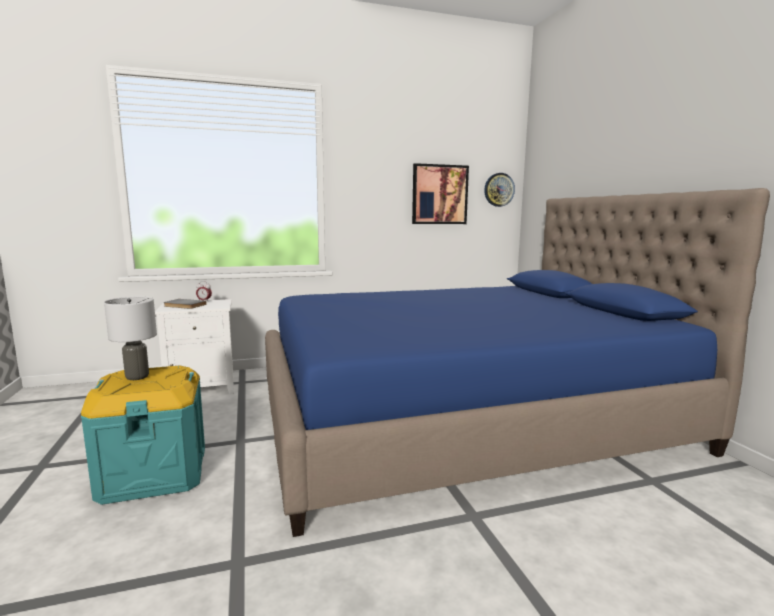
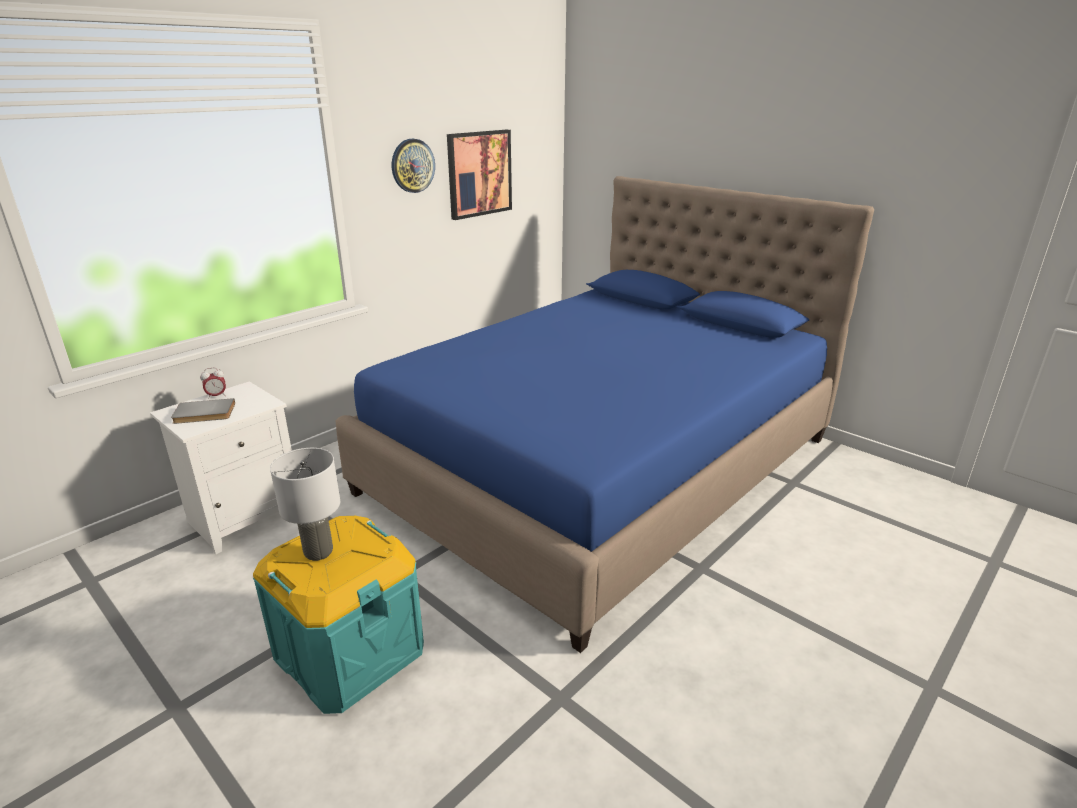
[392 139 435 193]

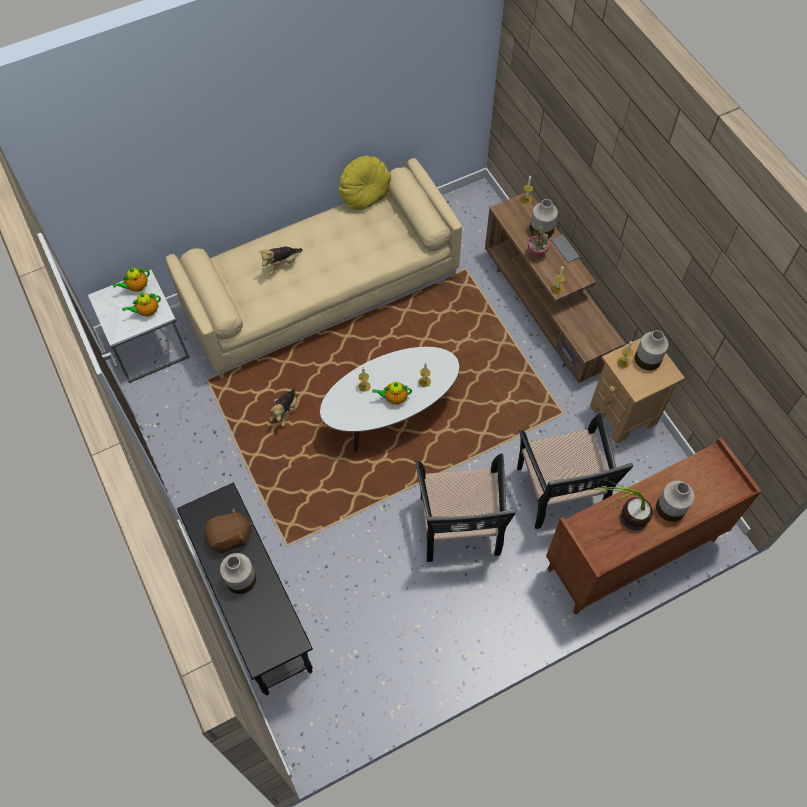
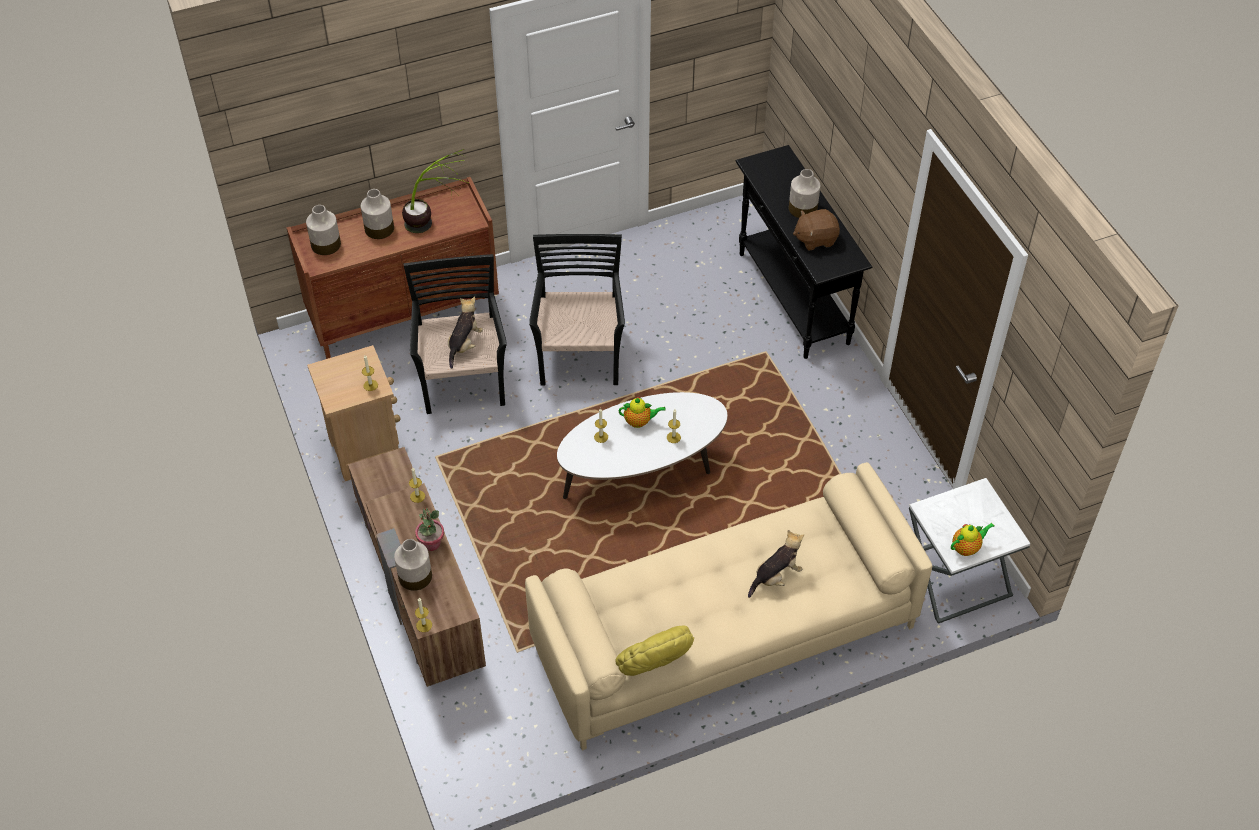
[306 205 341 255]
[448 297 483 369]
[122 293 161 316] (first image)

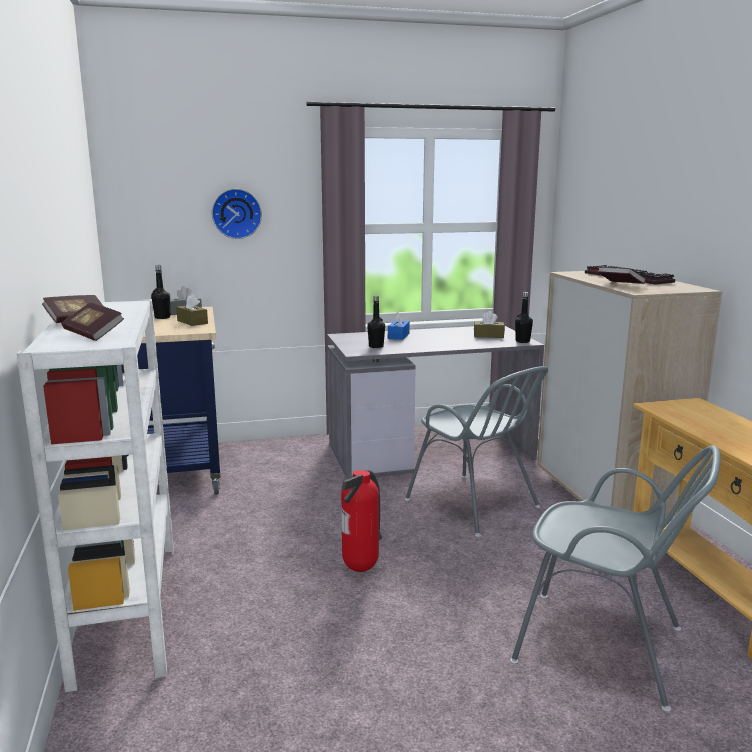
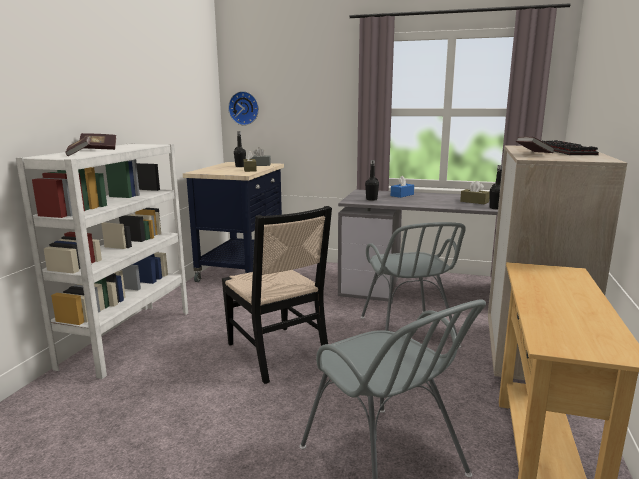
[222 206 332 384]
[228 91 259 126]

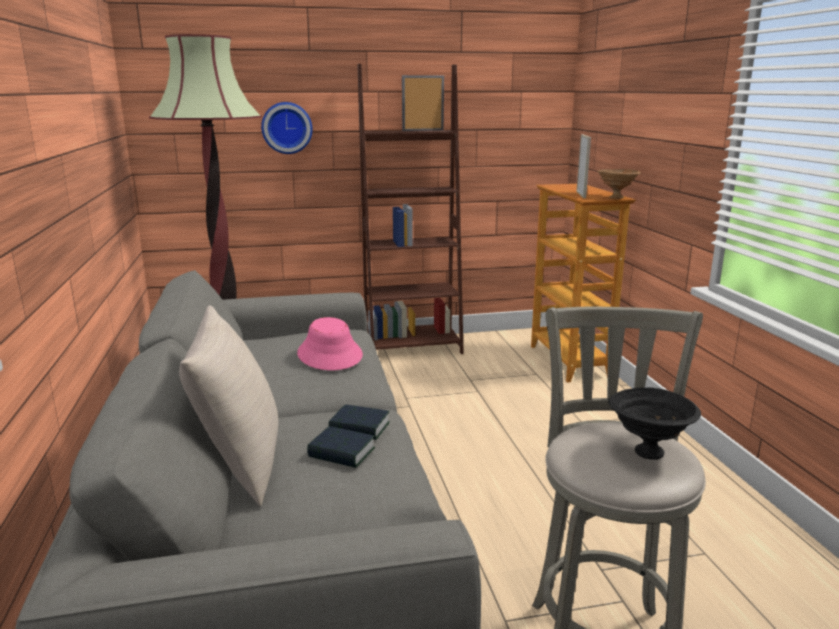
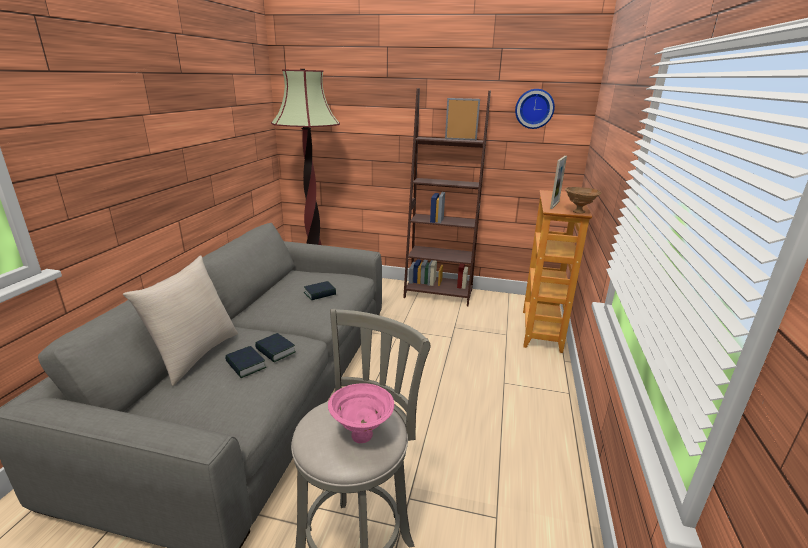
[304 281 336 300]
[328 383 394 444]
[515 89 555 129]

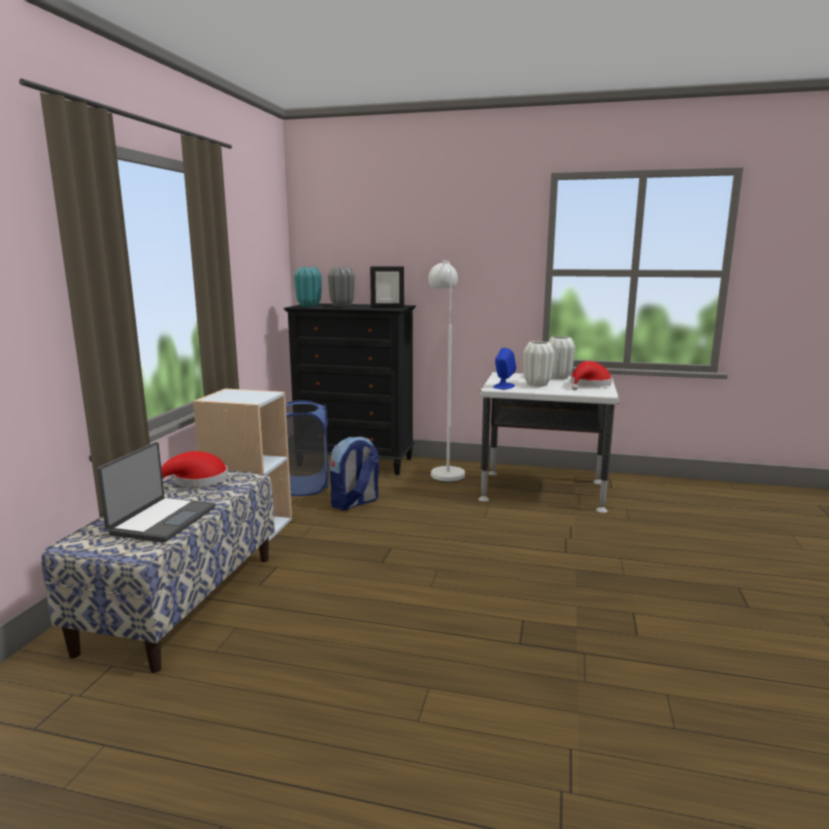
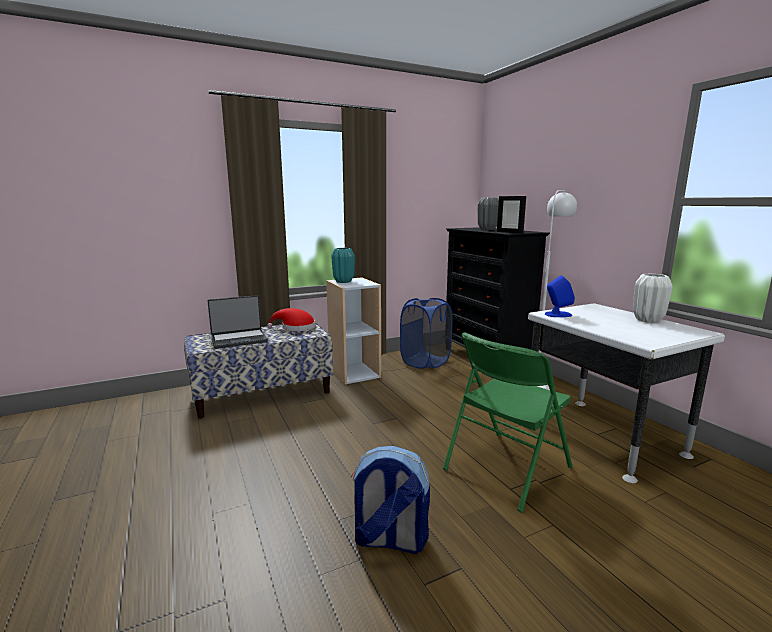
[331 248 355 283]
[351 446 430 554]
[443 332 573 513]
[523 341 555 387] (first image)
[571 361 612 390] (first image)

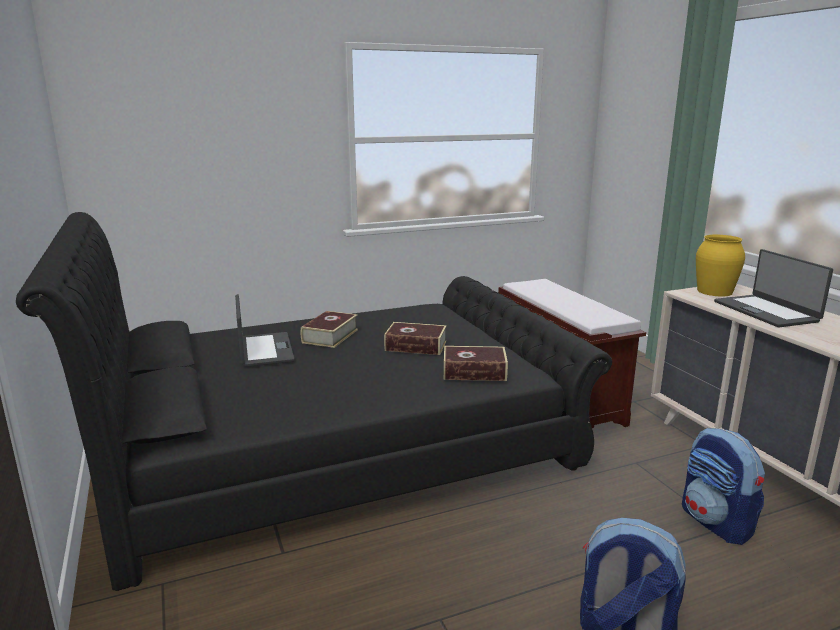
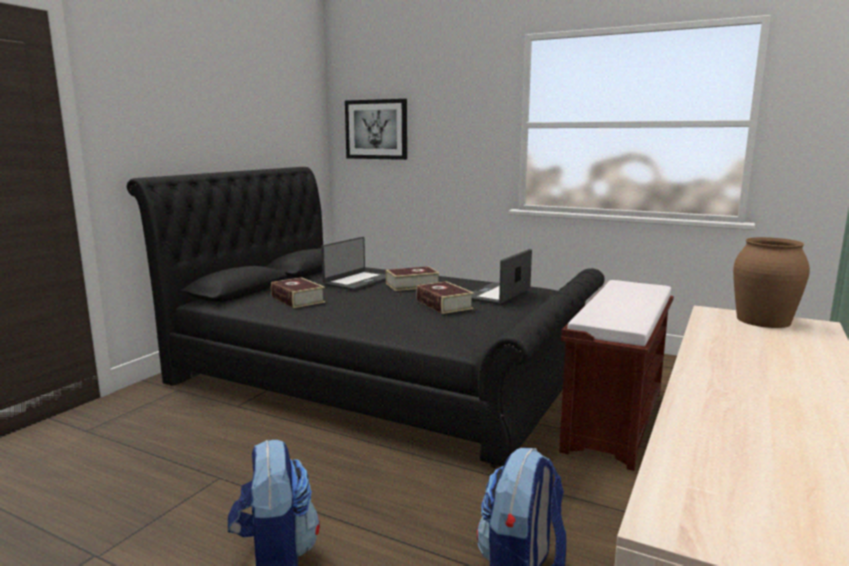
[271 277 325 308]
[345 99 407 160]
[471 249 532 305]
[733 237 810 328]

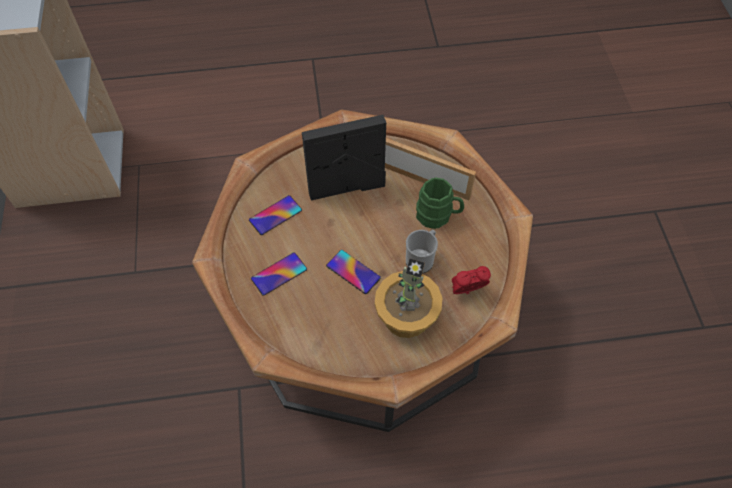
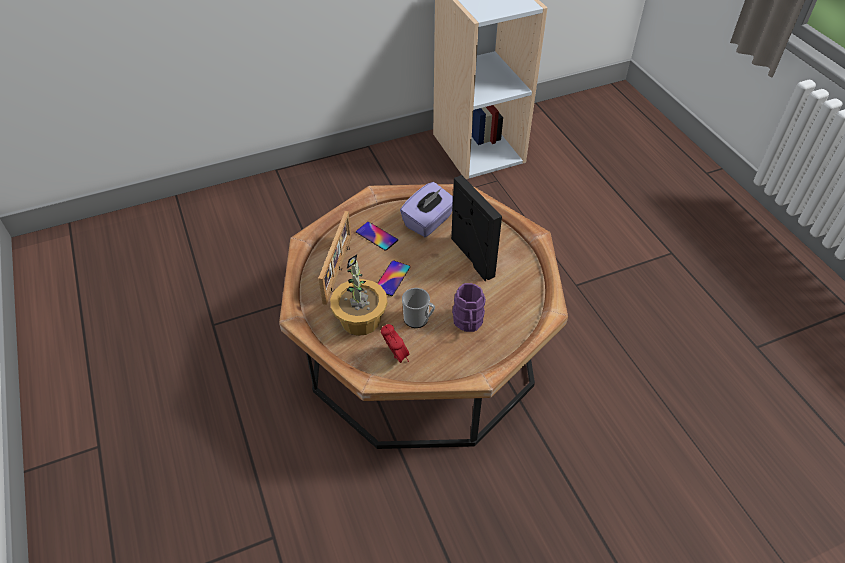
[318 211 352 305]
[400 182 453 237]
[452 283 486 332]

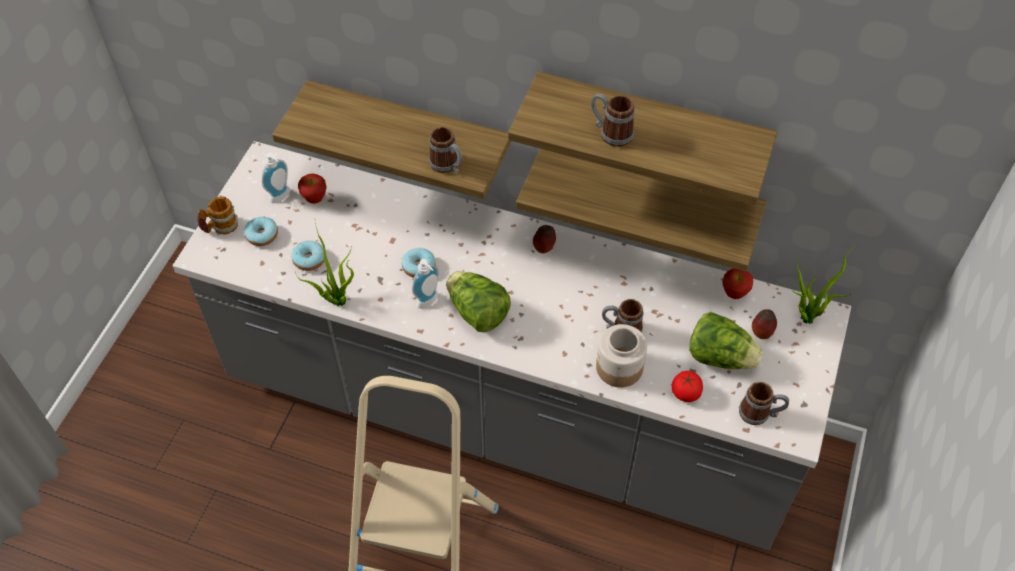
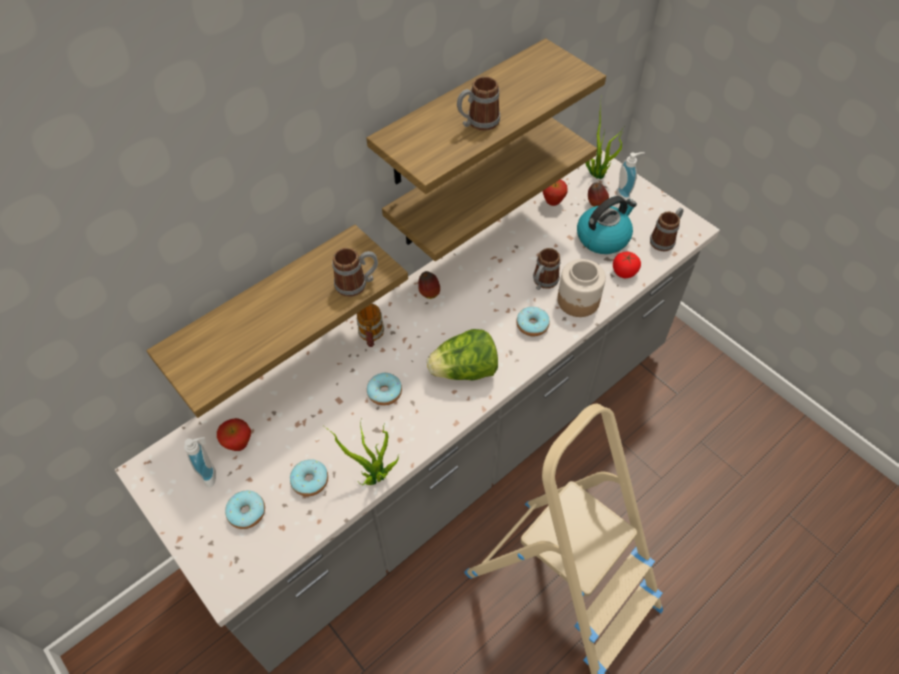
[357 304 384 347]
[516 307 550 336]
[577 196 637 254]
[616 152 644 201]

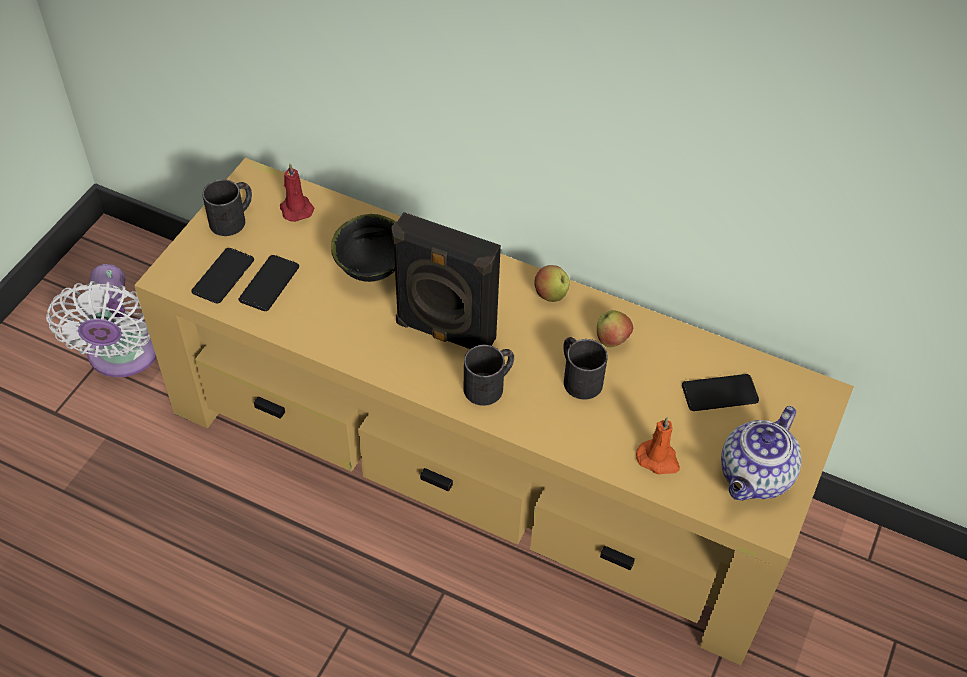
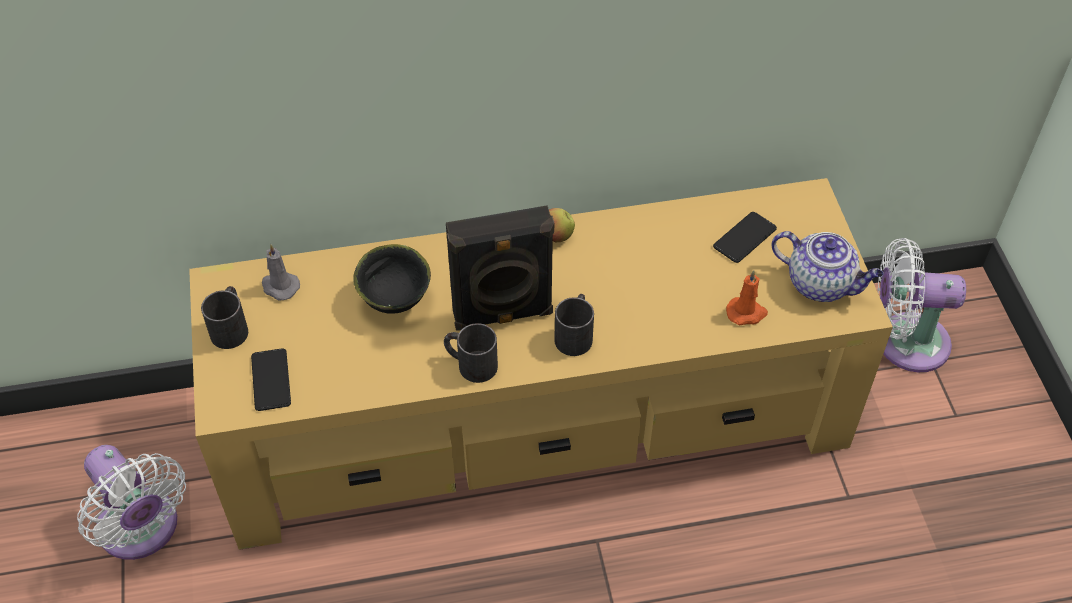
[262 244 300 300]
[444 323 498 383]
[772 231 884 302]
[878 238 966 372]
[239 255 299 311] (first image)
[597 310 633 347] (first image)

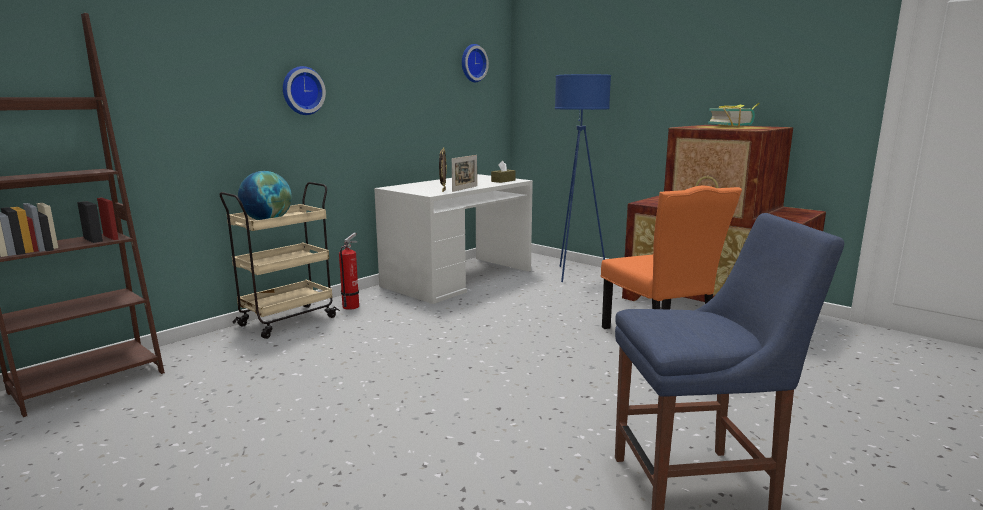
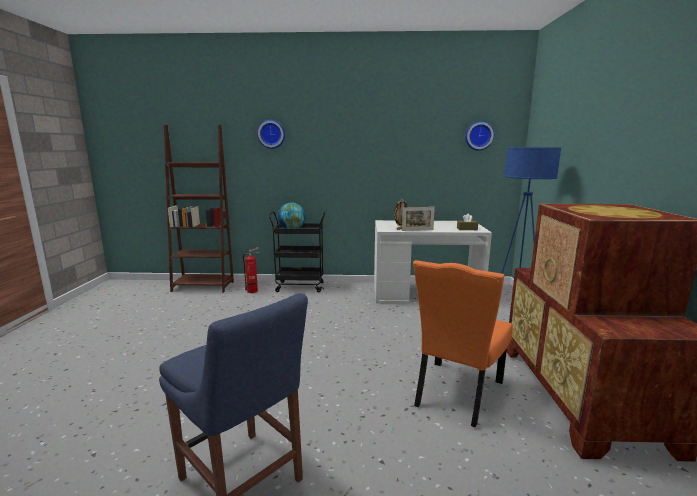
[243 247 260 293]
[257 119 285 149]
[269 211 325 293]
[708 103 760 127] (first image)

